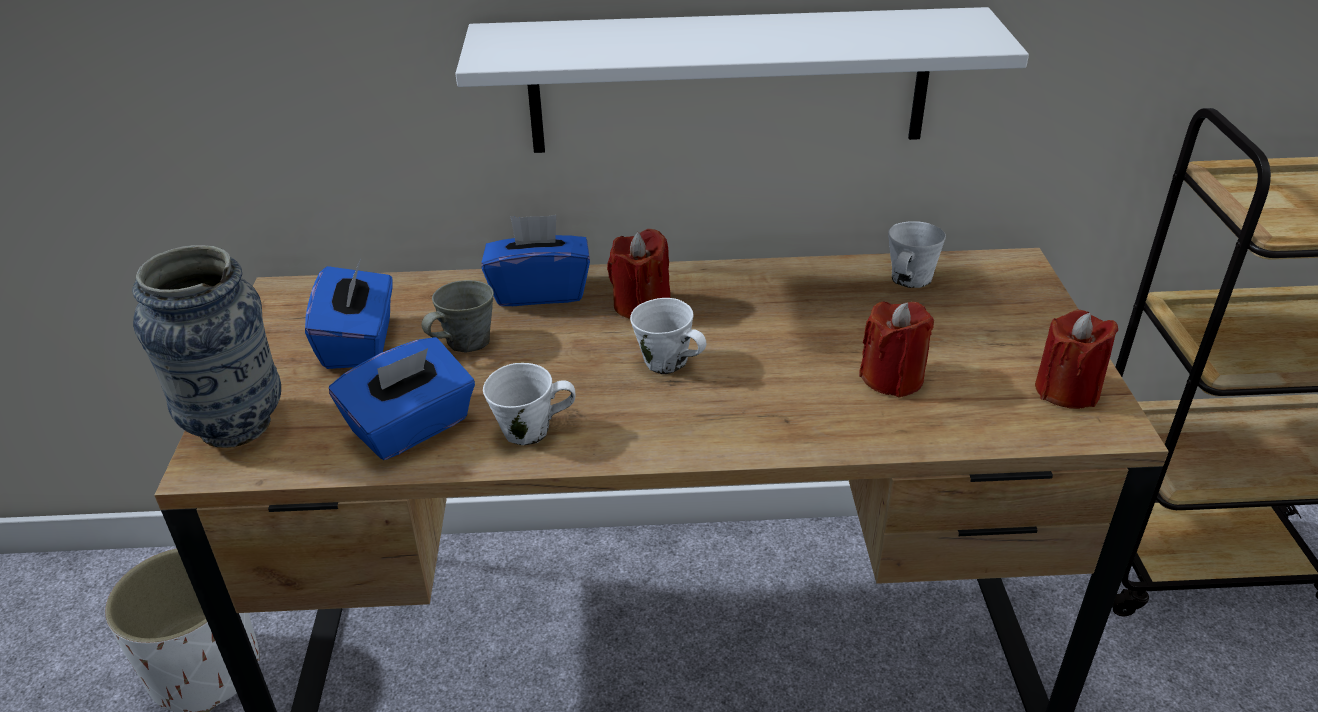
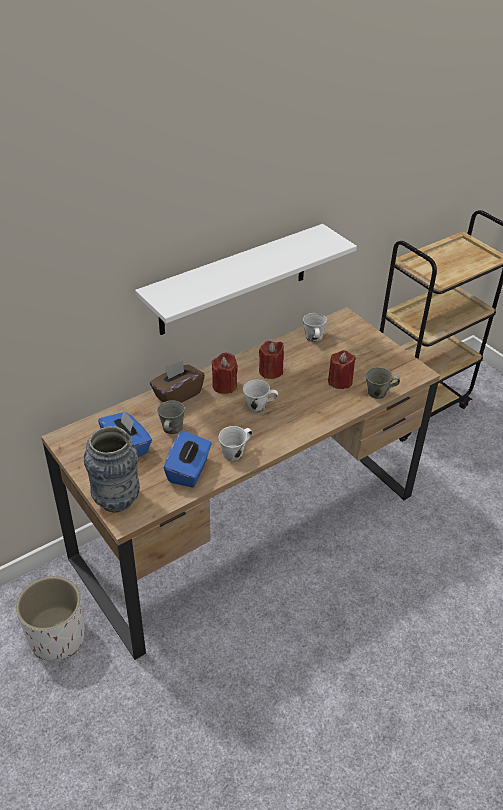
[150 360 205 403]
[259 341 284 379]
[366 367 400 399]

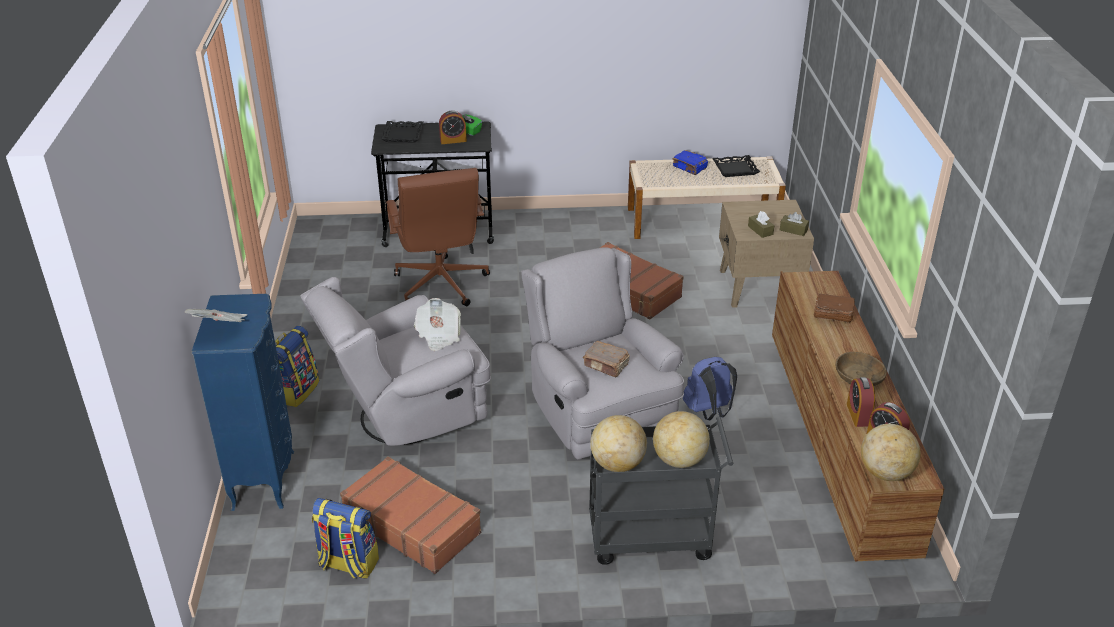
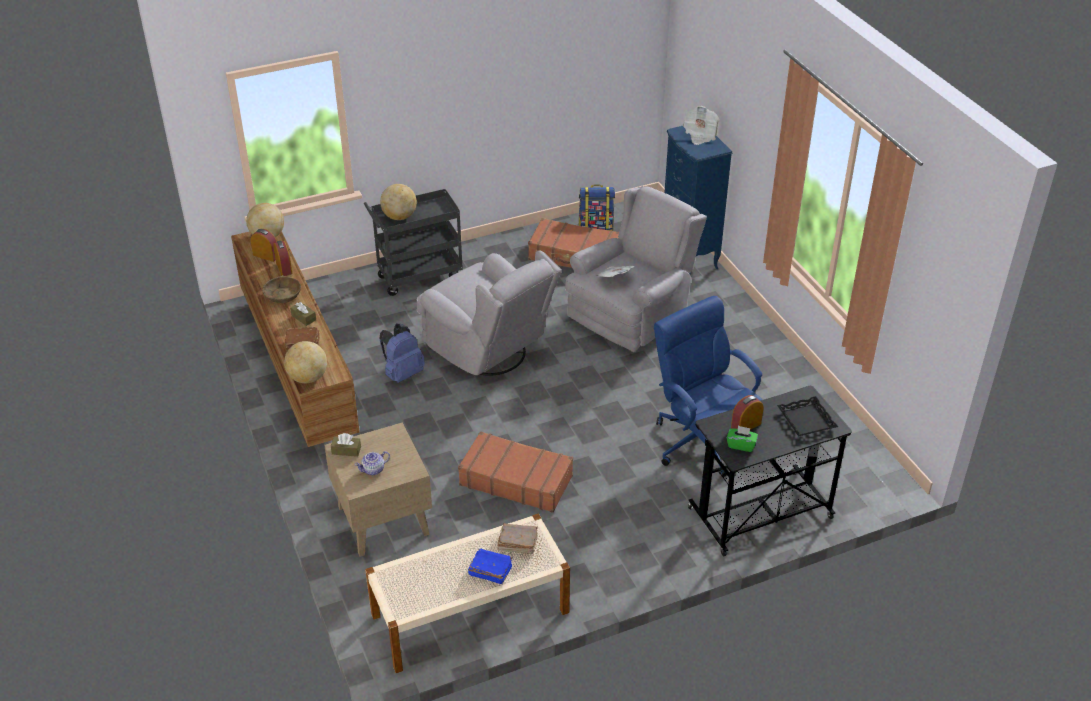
[284 341 327 383]
[290 302 316 326]
[354 451 390 475]
[497 523 538 554]
[654 296 762 477]
[275 326 319 407] (first image)
[712 155 760 177] (first image)

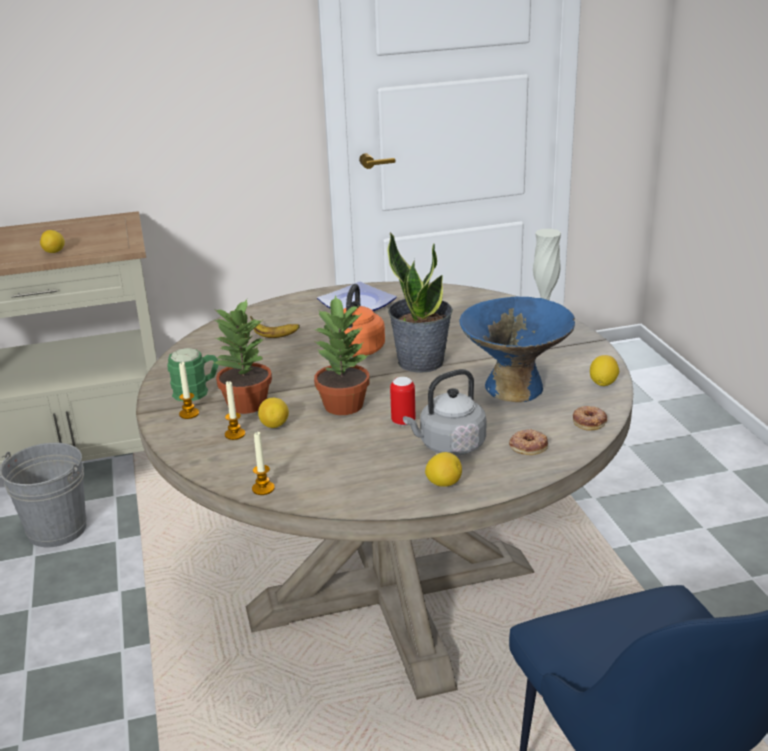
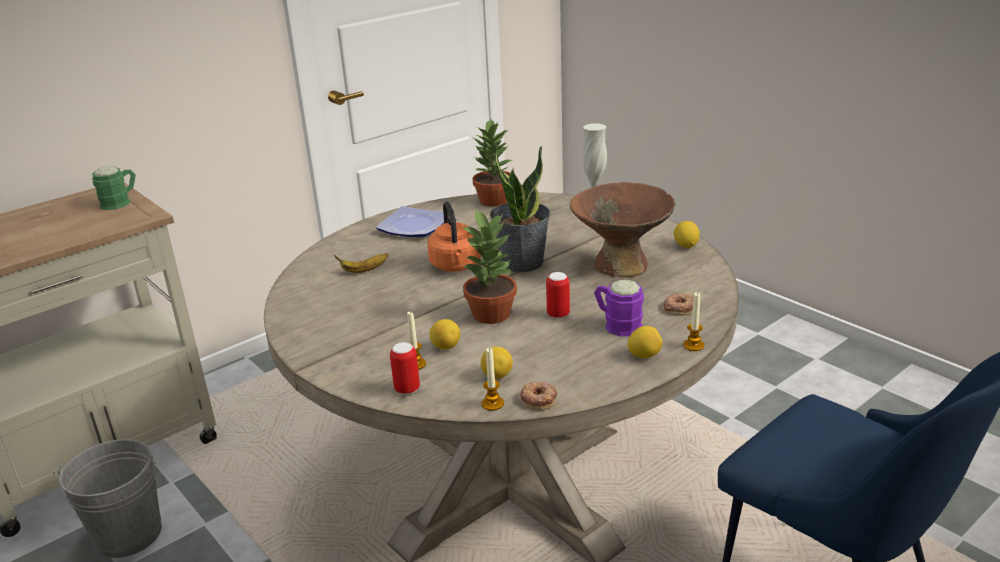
[92 166 136 210]
[390 342 420 395]
[472 119 512 207]
[481 347 513 379]
[520 381 558 411]
[570 182 676 277]
[594 280 644 336]
[683 292 704 351]

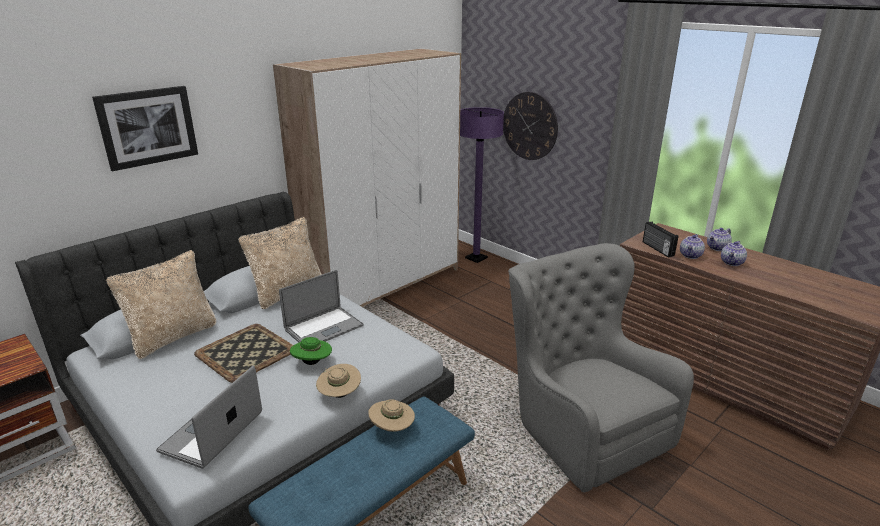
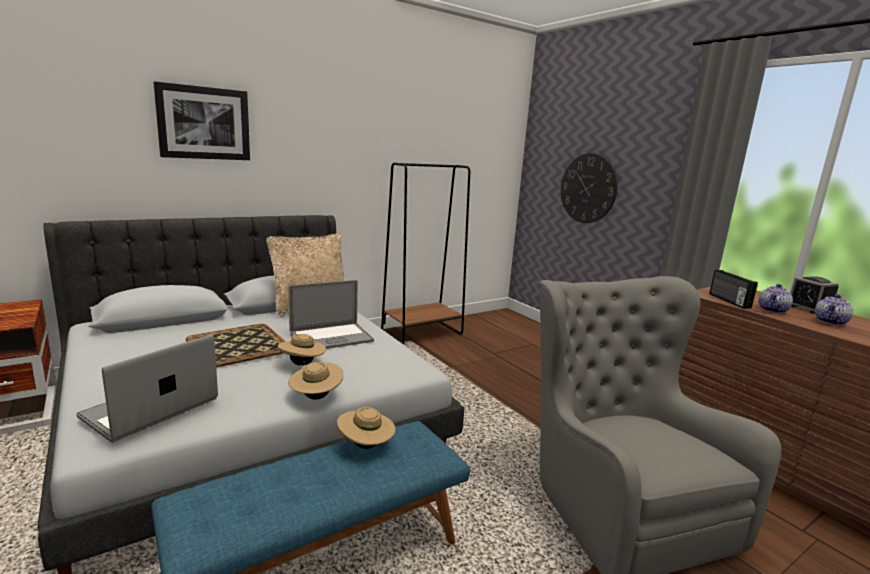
[278 334 326 366]
[381 162 471 345]
[790 276 839 314]
[106 250 216 359] (first image)
[460 107 504 263] (first image)

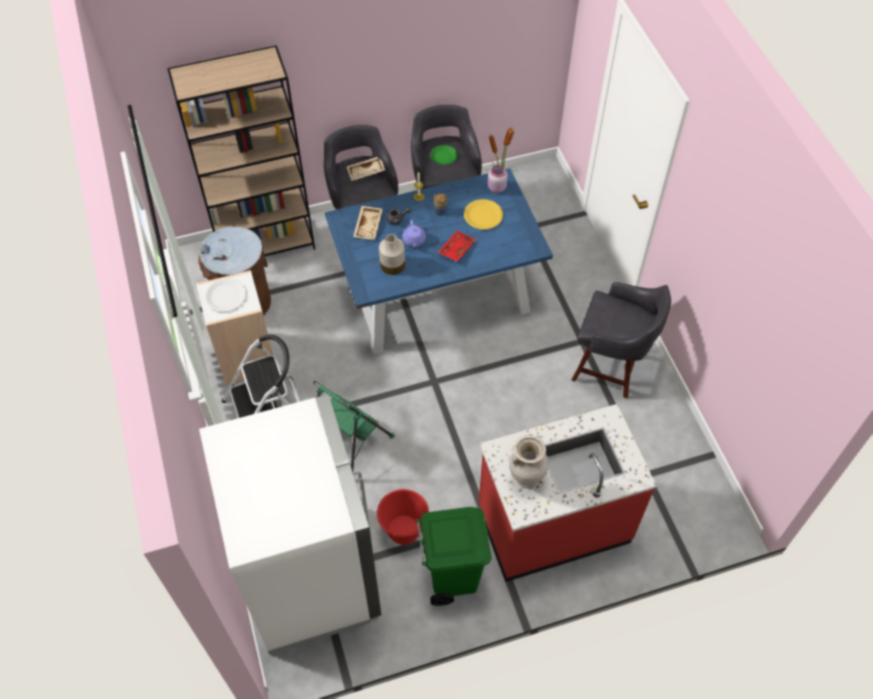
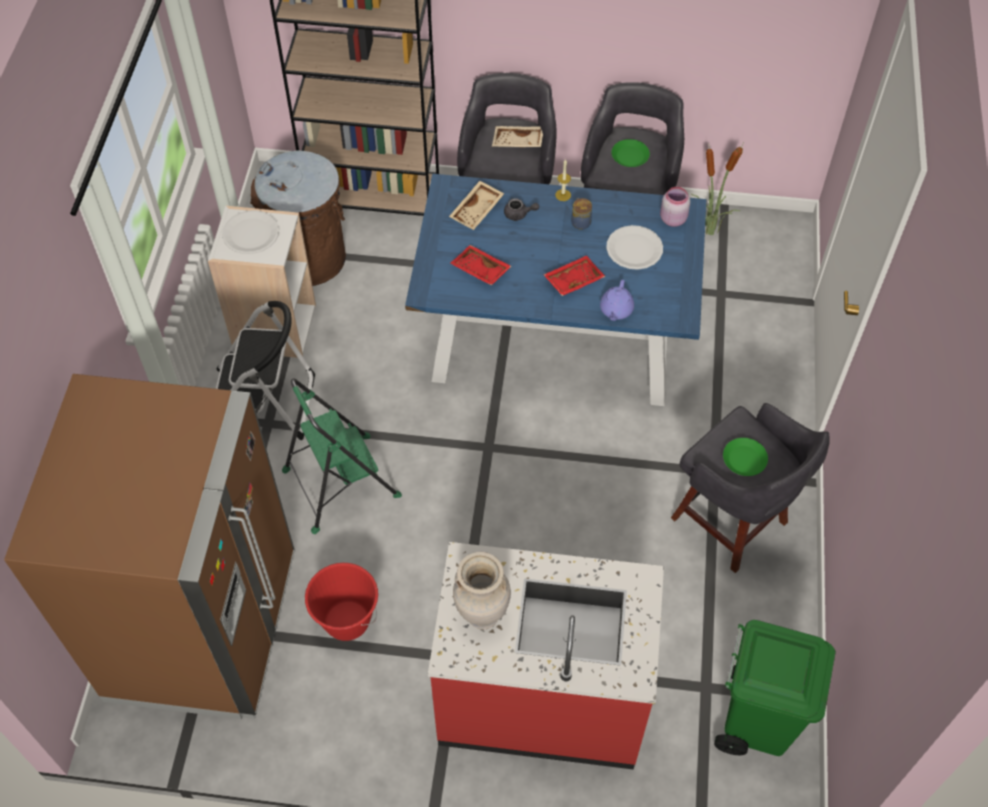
[4 374 295 719]
[450 245 511 286]
[600 280 634 321]
[606 225 663 270]
[714 620 836 756]
[723 438 768 476]

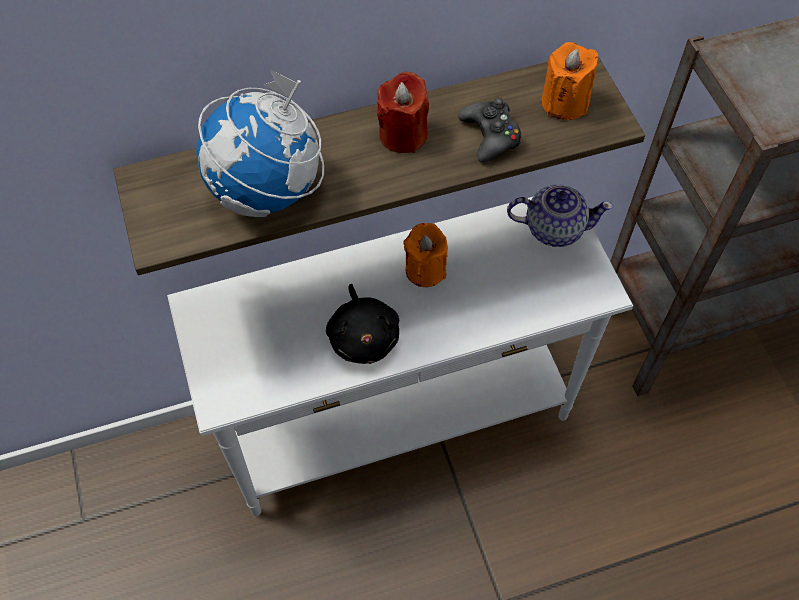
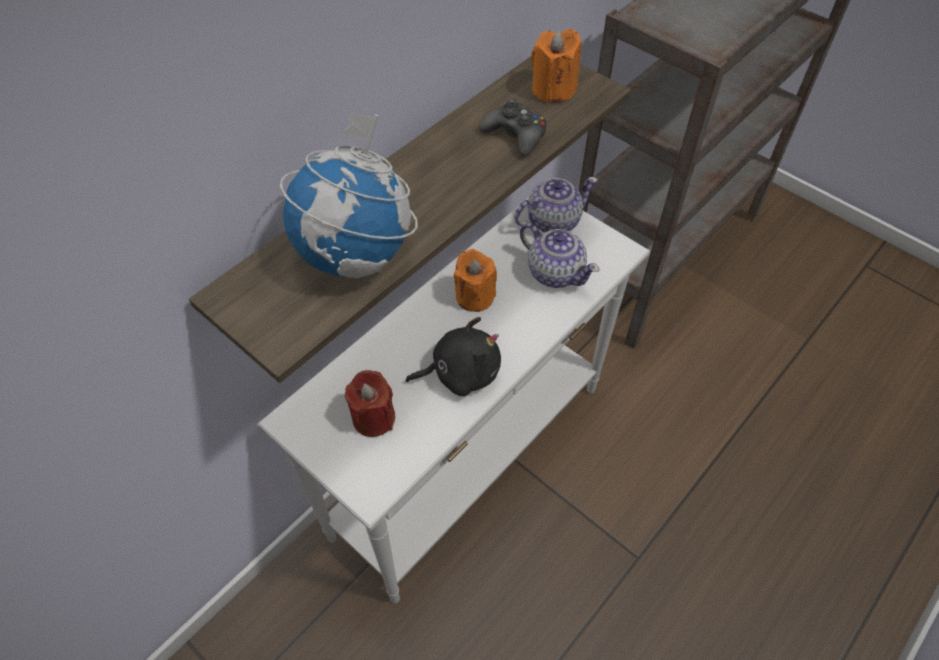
[345 370 395 437]
[406 317 501 396]
[520 223 599 288]

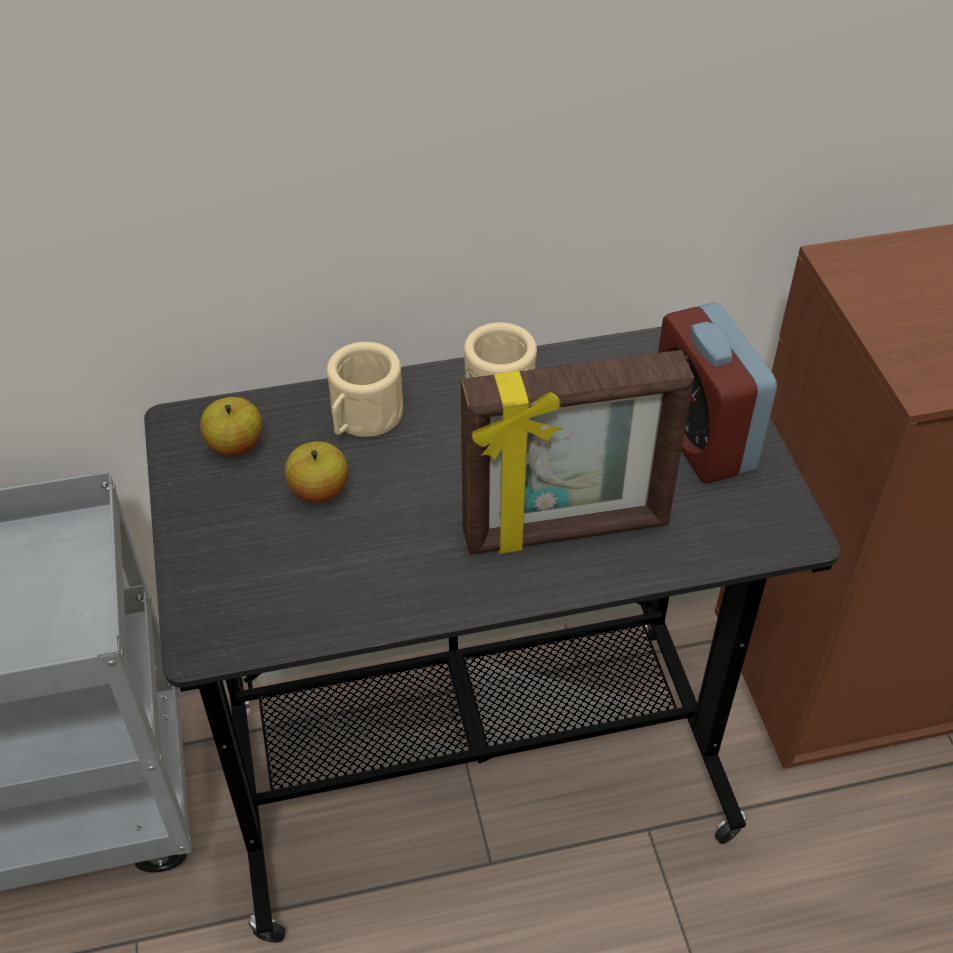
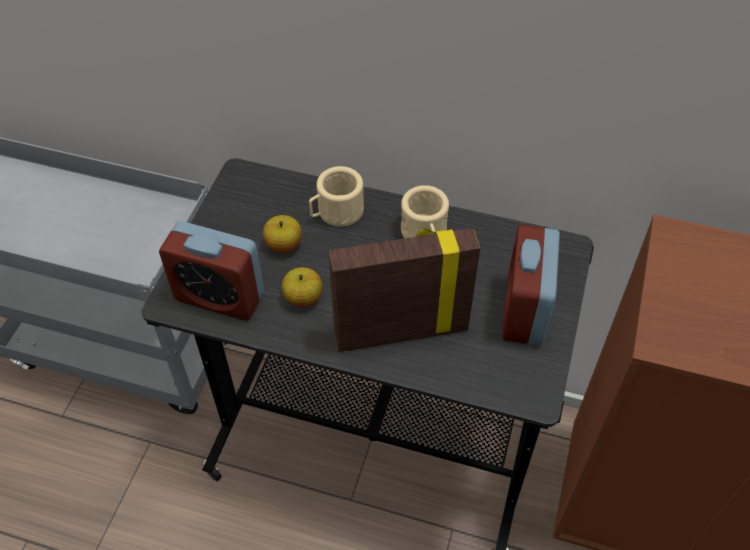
[159 221 264 321]
[282 267 322 307]
[328 228 480 352]

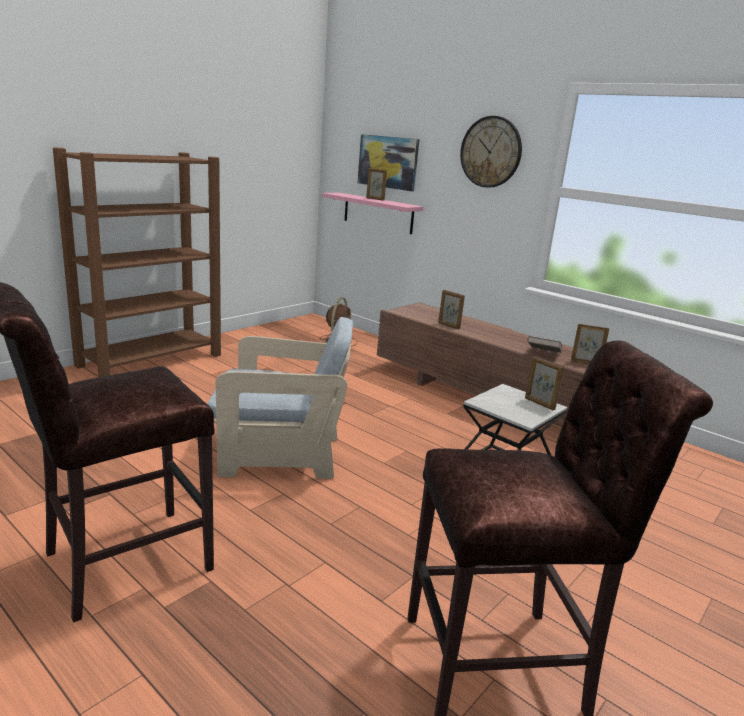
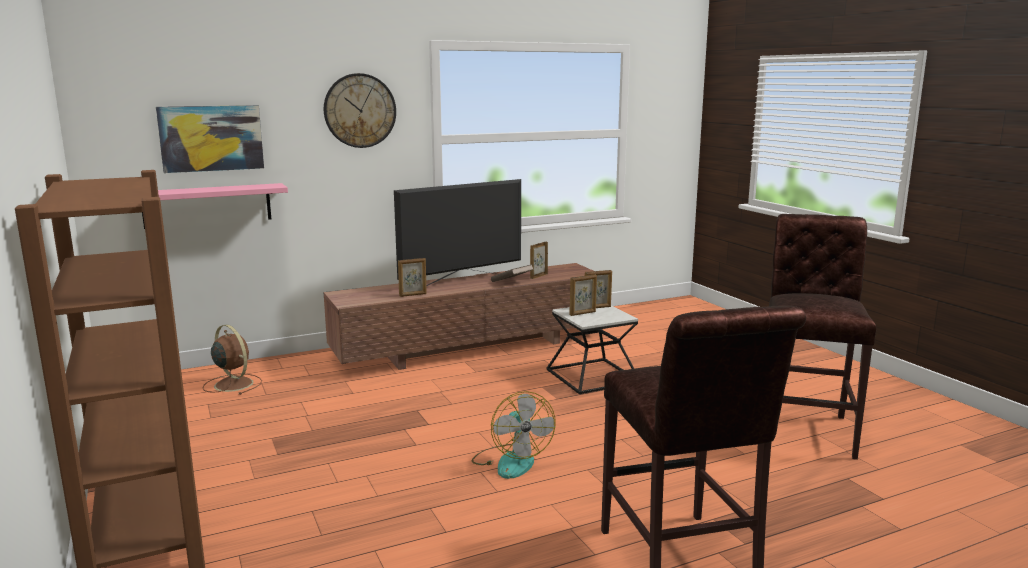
[394 179 521 286]
[472 391 556 479]
[569 274 597 316]

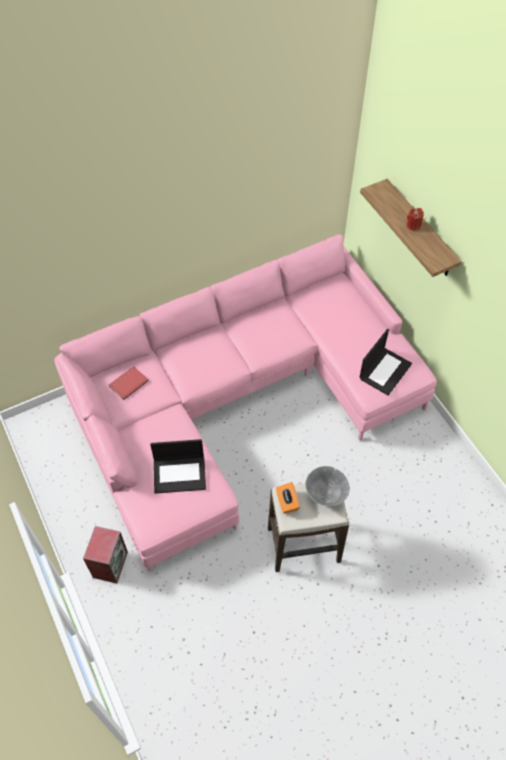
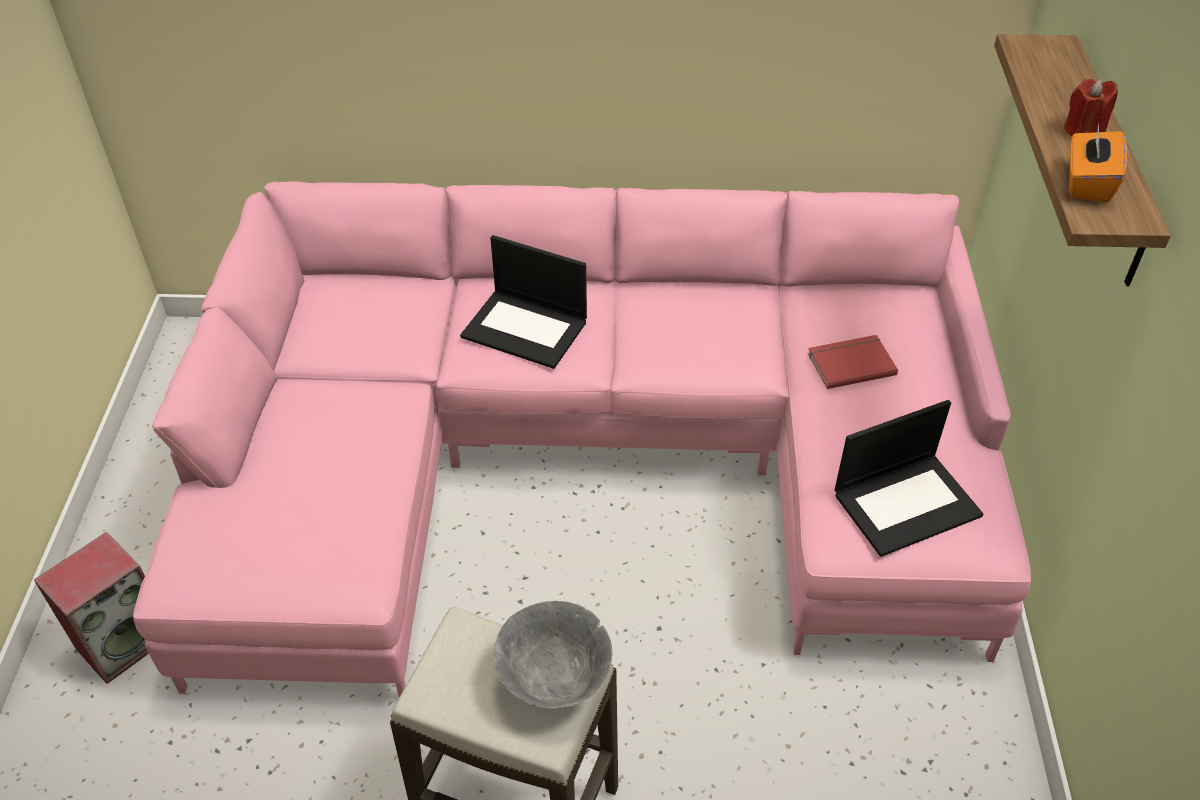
[460 235 587 369]
[808 335 898 389]
[1069 123 1127 203]

